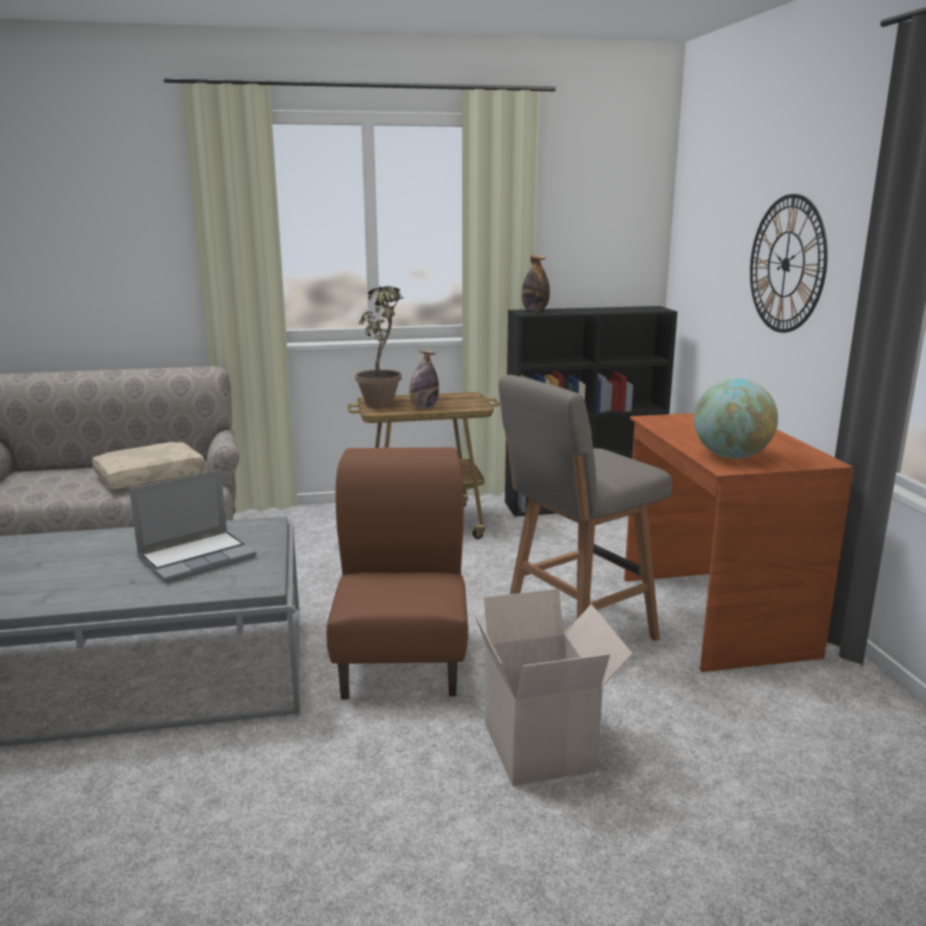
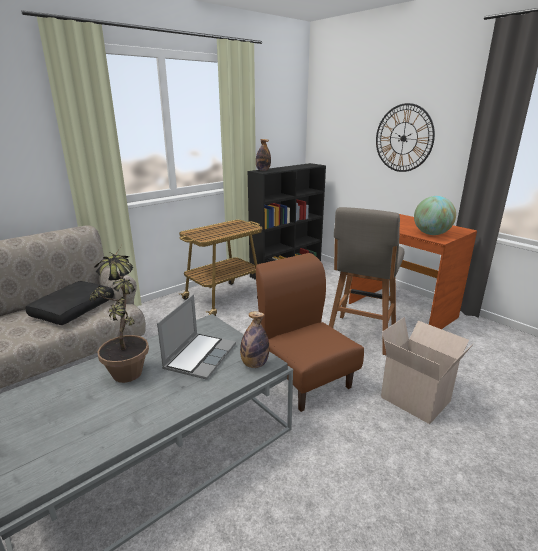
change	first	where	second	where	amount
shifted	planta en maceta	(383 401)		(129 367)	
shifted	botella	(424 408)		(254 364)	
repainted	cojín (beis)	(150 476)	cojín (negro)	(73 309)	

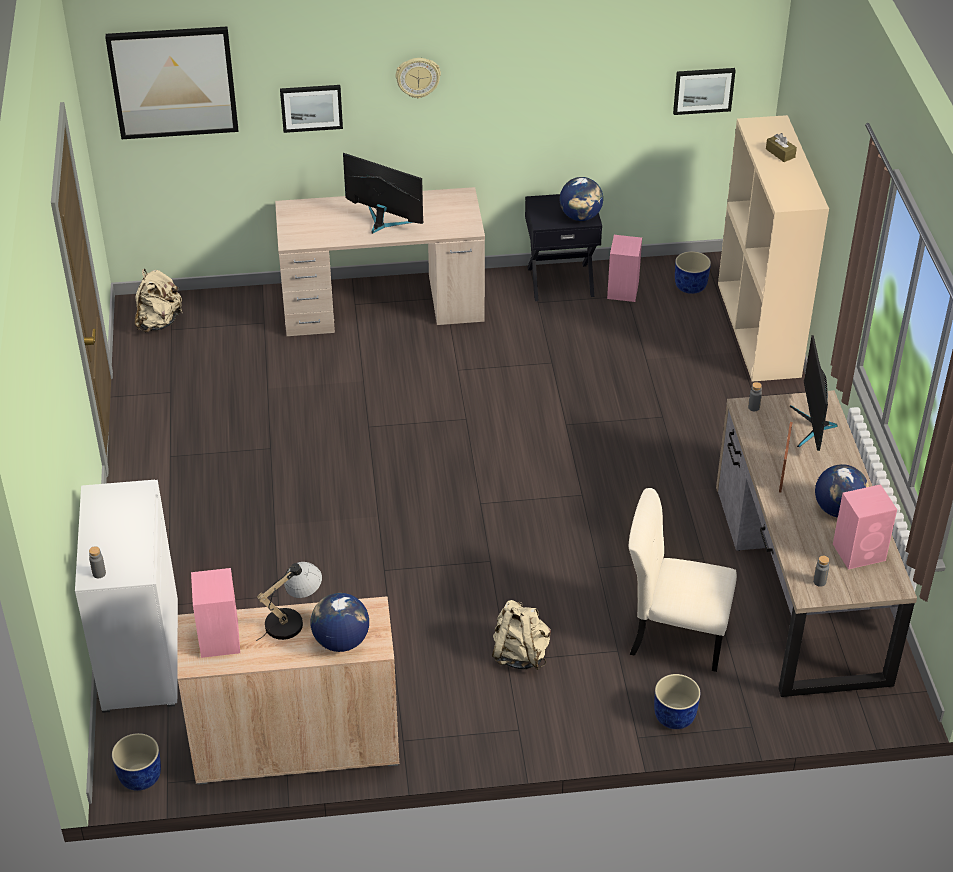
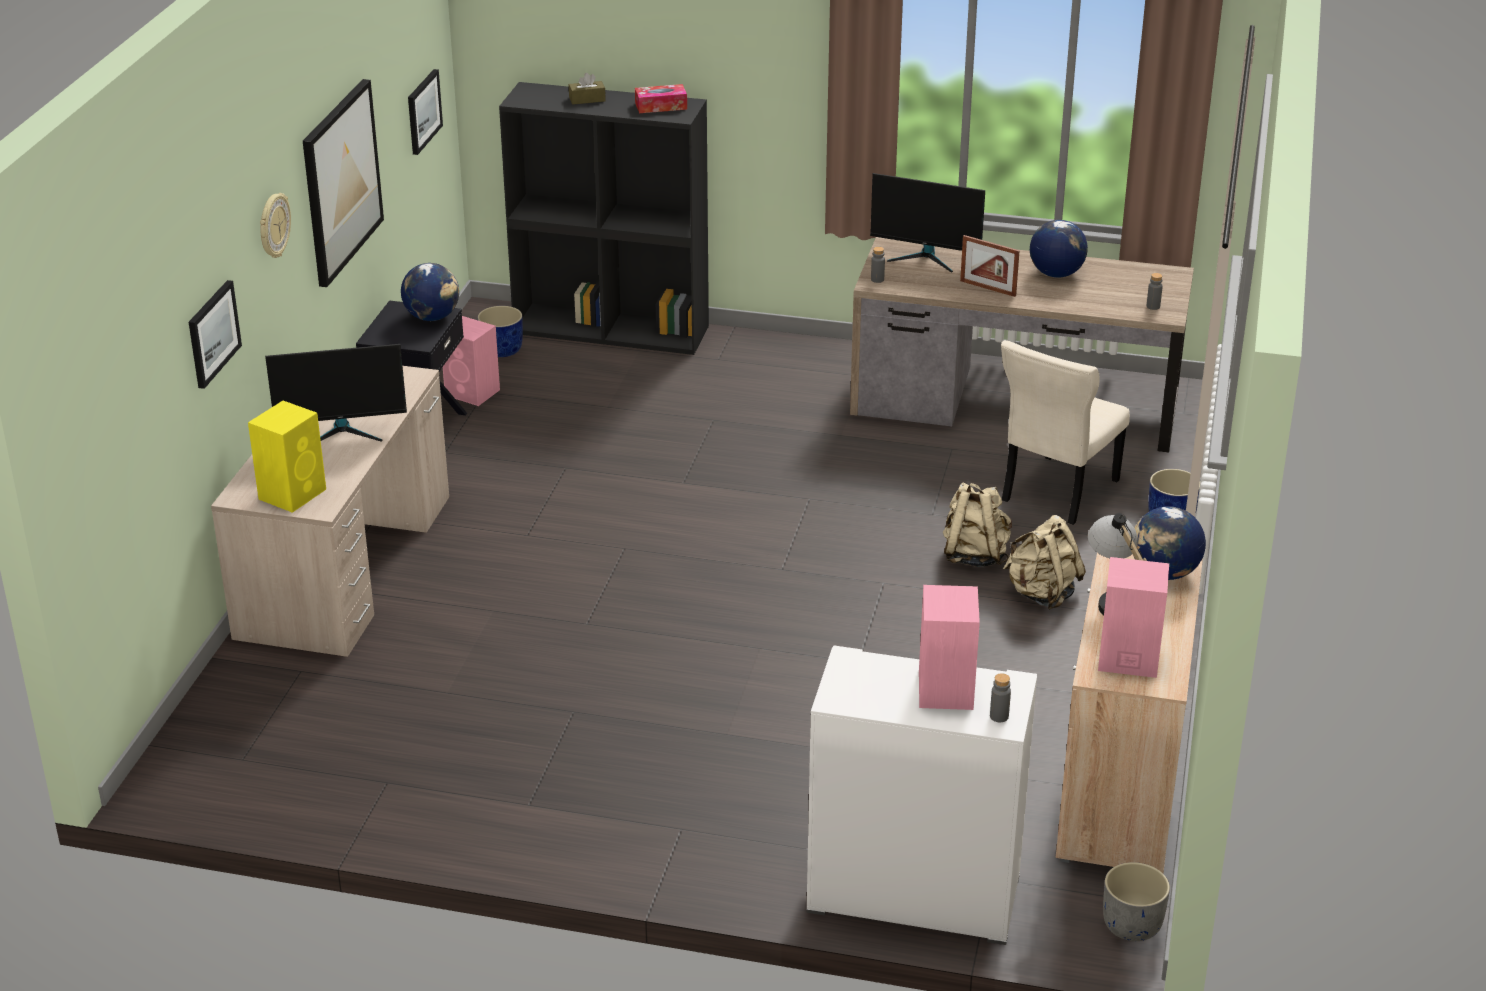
change	first	where	second	where	amount
shifted	cuadro	(173 82)		(341 181)	
repainted	estantería (beis)	(759 330)	estantería (negro)	(613 329)	
rotated	monitor	(383 222)		(342 432)	150 degrees counterclockwise
shifted	mochila (beis)	(159 322)		(974 556)	
shifted	altavoz (rosa)	(860 552)		(945 689)	
repainted	maceta (azul)	(139 776)	maceta (gris)	(1131 926)	
new			caja de pañuelos	(661 106)	
new			altavoz (amarillo)	(293 493)	

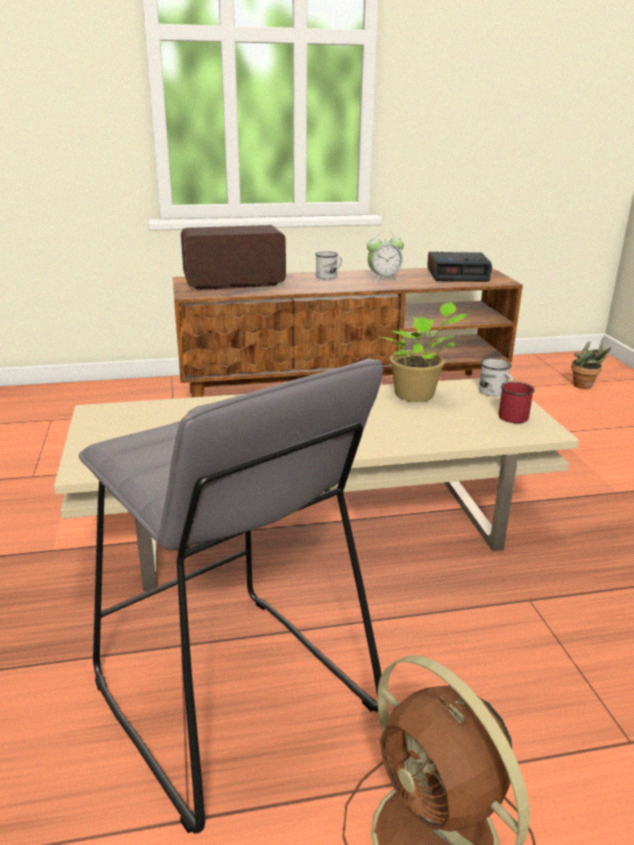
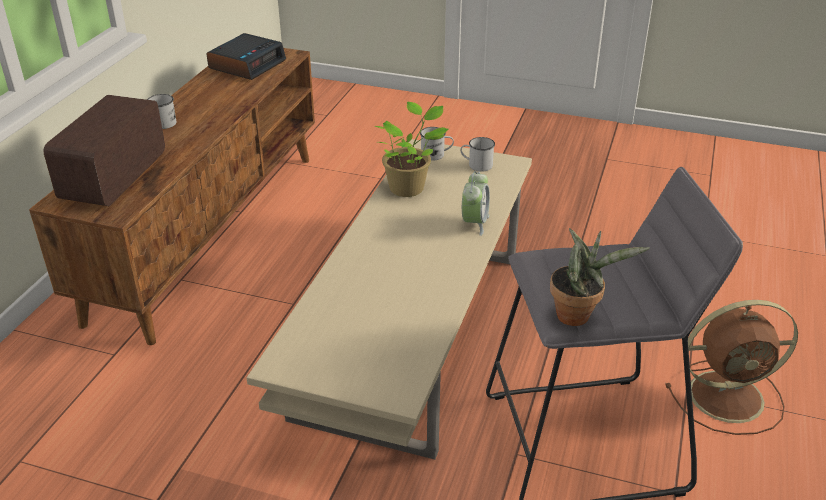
change	first	where	second	where	amount
shifted	despertador	(383 279)		(474 223)	
shifted	planta en maceta	(585 386)		(578 315)	
repainted	taza grande (rojo)	(510 415)	taza grande (blanco)	(476 165)	

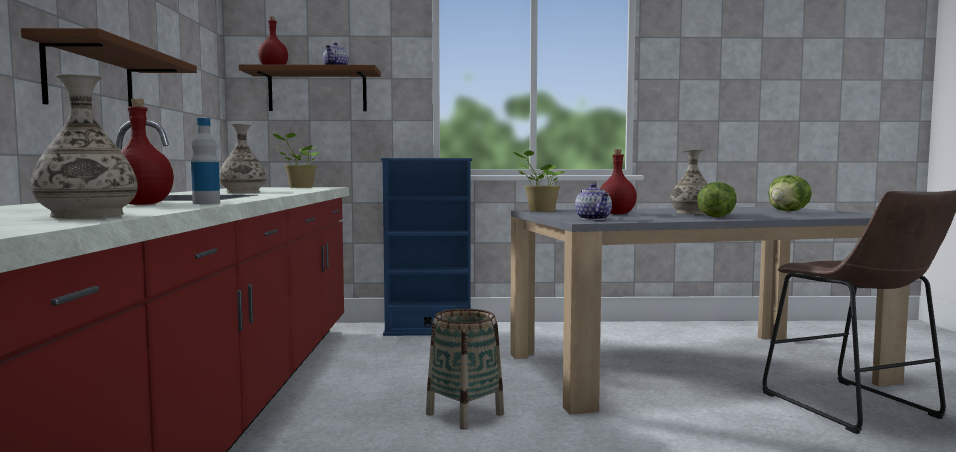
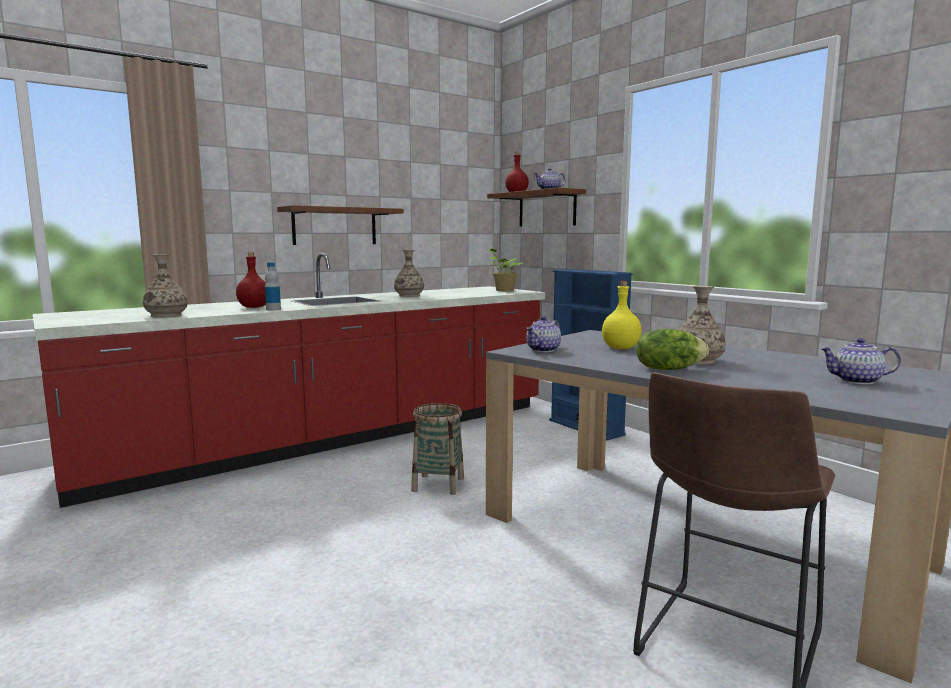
change	first	where	second	where	amount
repainted	botella (rojo)	(616 214)	botella (amarillo)	(621 348)	
gone	planta en maceta	(539 211)			
swapped	lechuga	(788 211)	tetera	(856 381)	

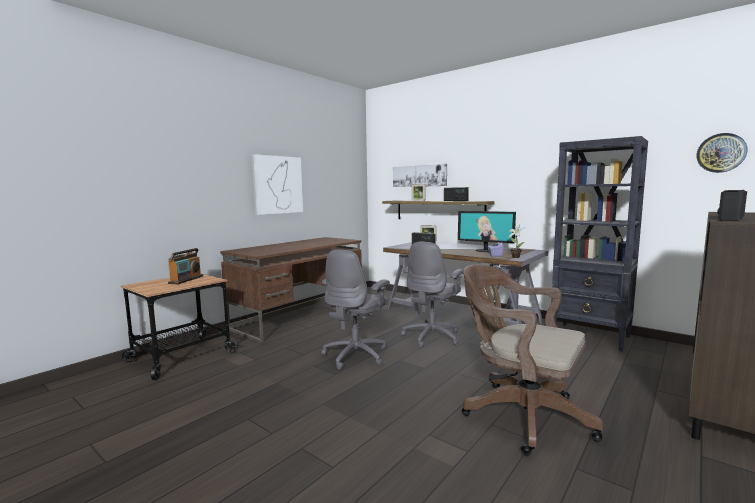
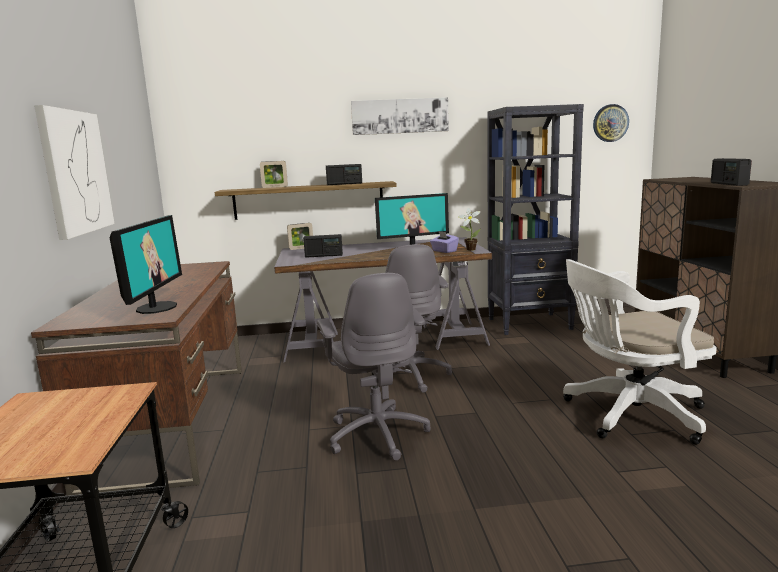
change	first	where	second	where	amount
shifted	cuadro	(419 176)		(400 116)	
gone	radio	(186 280)			
repainted	silla de oficina (marrón)	(520 414)	silla de oficina (blanco)	(628 414)	
new			monitor	(155 307)	

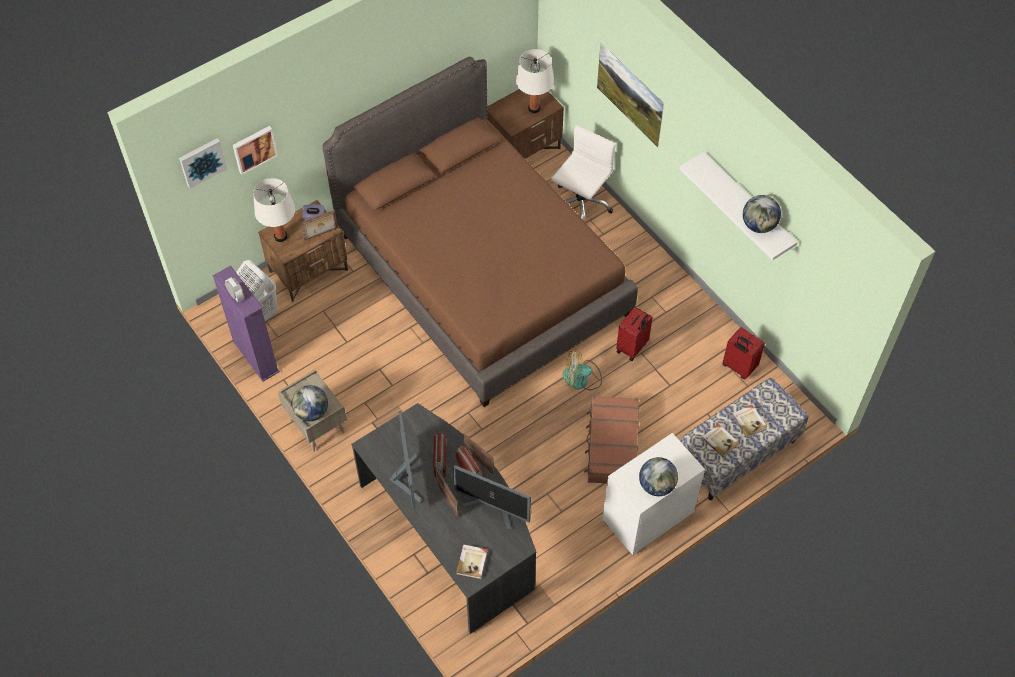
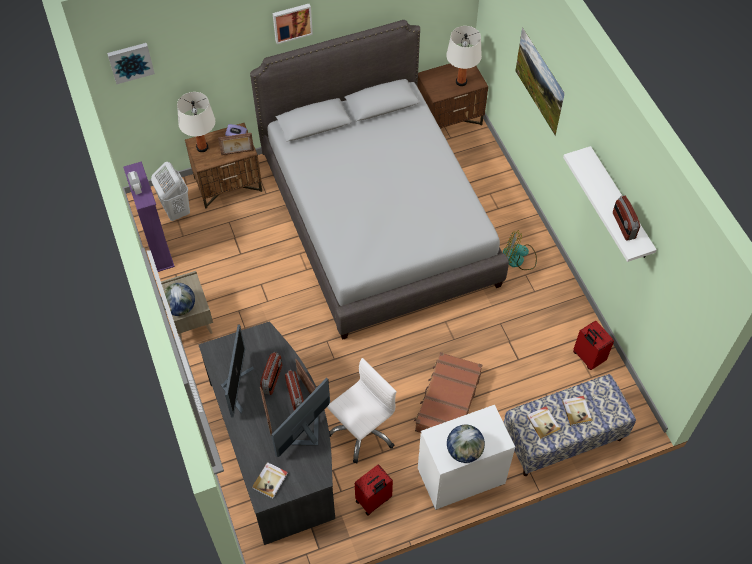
change	first	where	second	where	amount
repainted	cama (marrón)	(483 273)	cama (gris)	(379 220)	
shifted	silla de oficina (blanco)	(580 205)		(362 430)	
shifted	cuadro	(254 148)		(292 22)	
swapped	globo terráqueo	(759 225)	radio	(623 225)	
shifted	maleta (rojo)	(632 348)		(373 500)	
shifted	ventilador	(581 379)		(518 259)	
rotated	monitor	(493 508)		(306 435)	90 degrees clockwise

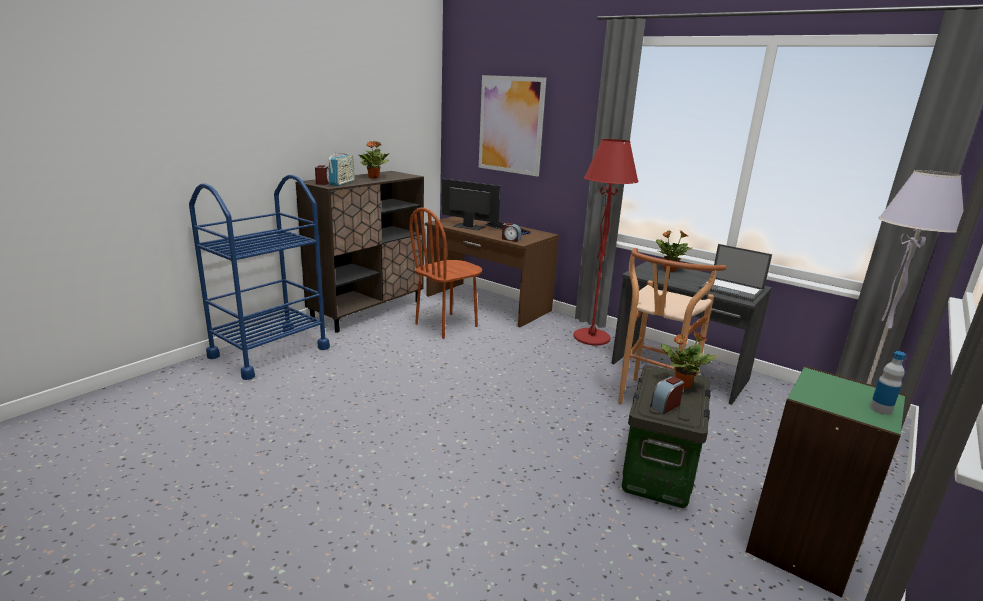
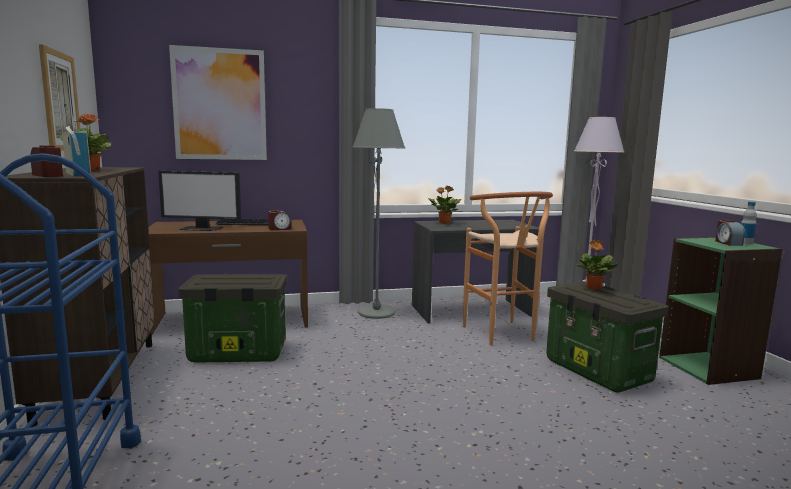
change	first	where	second	where	amount
repainted	lámpara de pie (rojo)	(591 338)	lámpara de pie (gris)	(376 313)	
rotated	monitor	(468 226)		(202 228)	150 degrees counterclockwise
swapped	silla (marrón)	(446 325)	caja de almacenaje	(236 353)	
gone	portátil	(731 290)			
shifted	despertador	(665 405)		(727 243)	
new			cuadro	(60 101)	

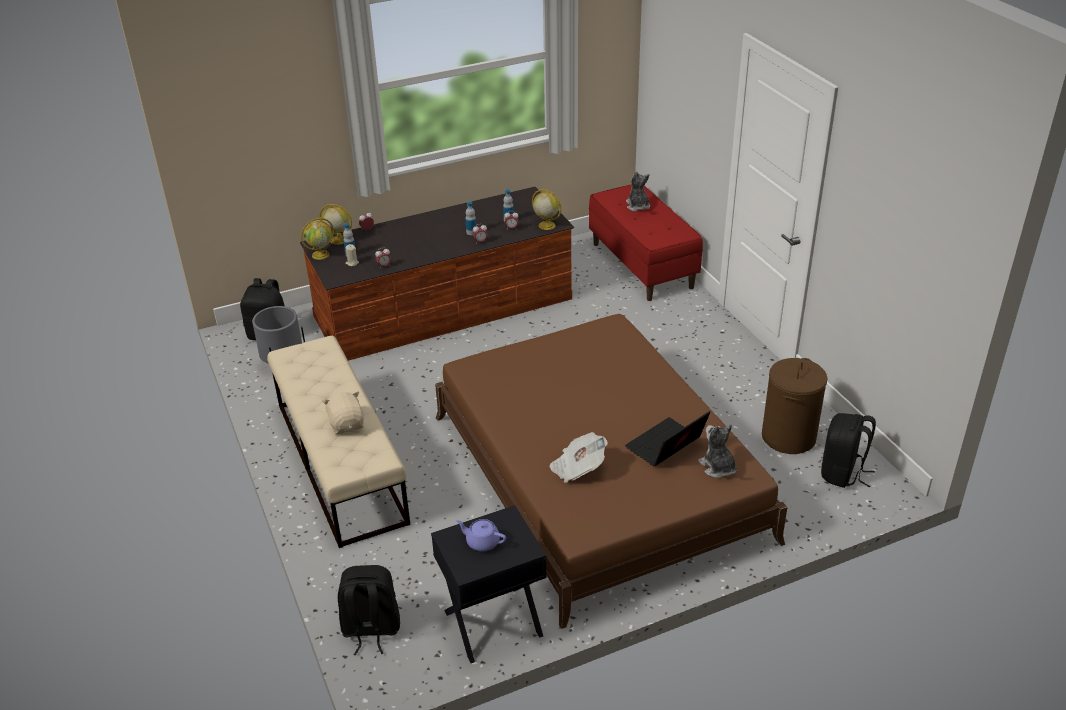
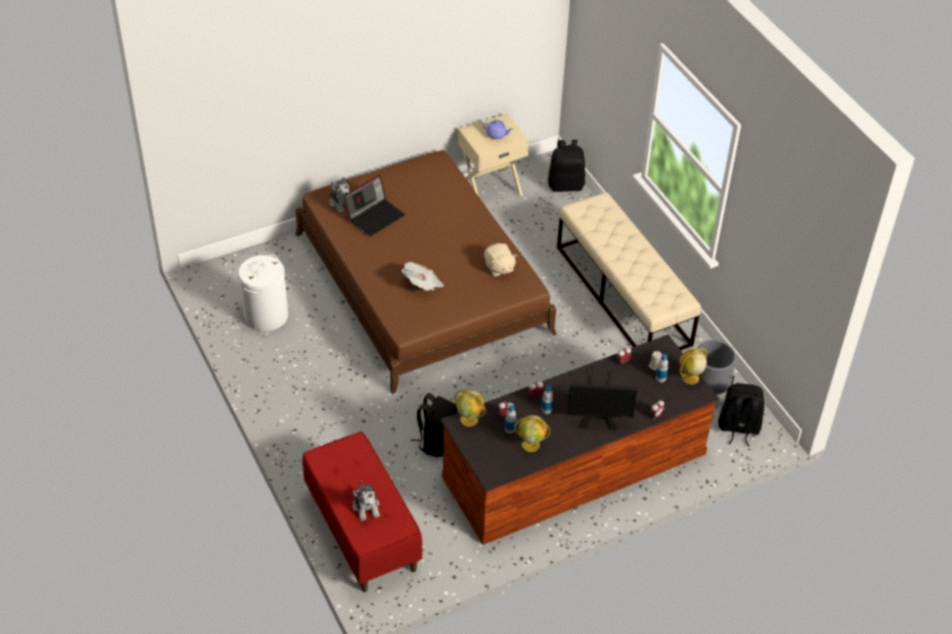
change	first	where	second	where	amount
shifted	globo terráqueo	(338 240)		(531 444)	
repainted	cesto de la ropa (marrón)	(788 437)	cesto de la ropa (blanco)	(266 315)	
shifted	peluche (beis)	(347 424)		(499 268)	
shifted	mochila (negro)	(842 473)		(436 441)	
shifted	periódico	(578 468)		(423 284)	
repainted	mesita de noche (negro)	(493 624)	mesita de noche (beis)	(490 188)	
new			monitor	(599 411)	

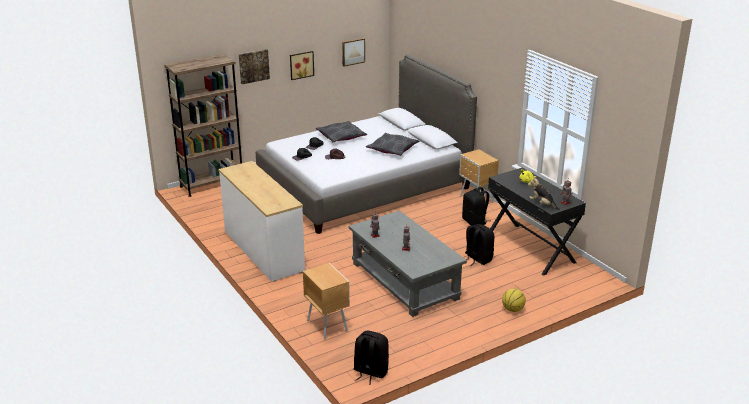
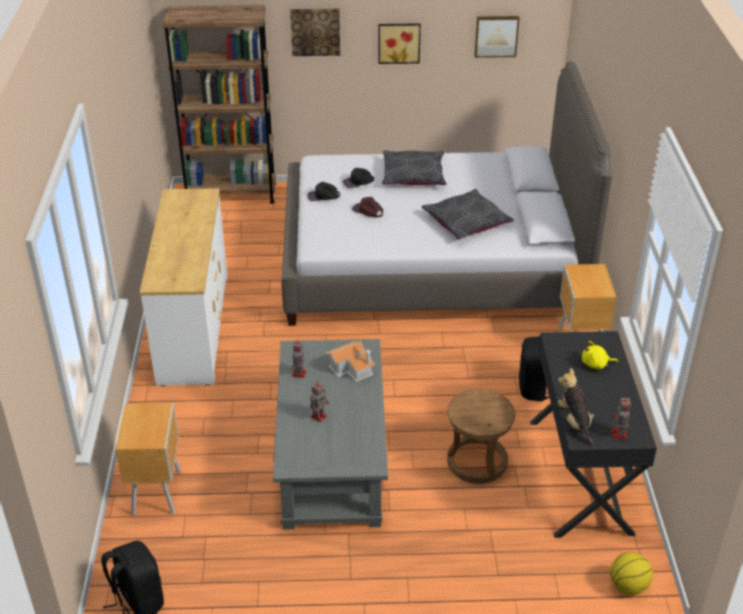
change	first	where	second	where	amount
swapped	mochila (negro)	(477 259)	taburete (marrón)	(476 461)	
shifted	balón de baloncesto	(512 309)		(627 586)	
new			casita	(352 368)	

